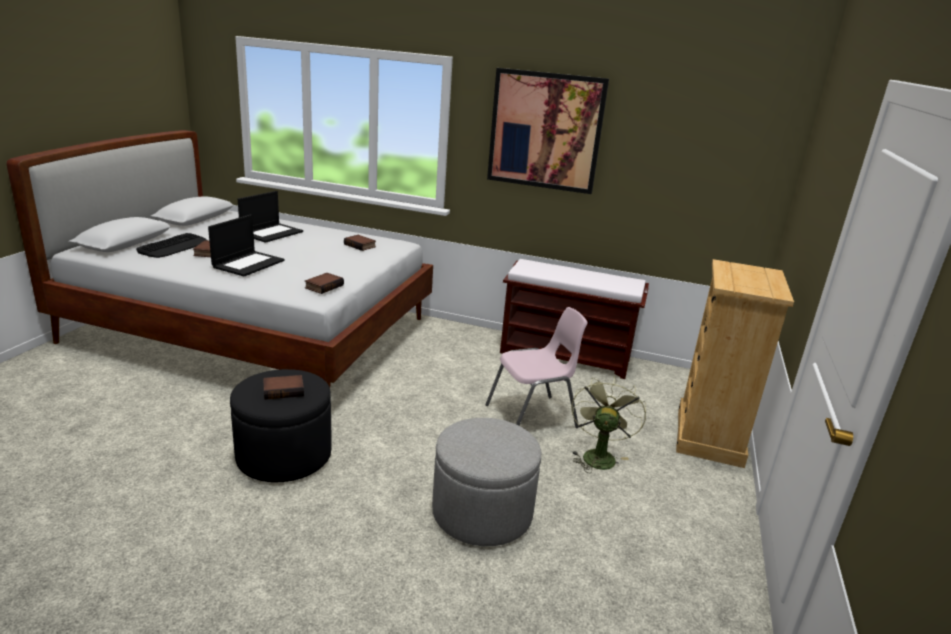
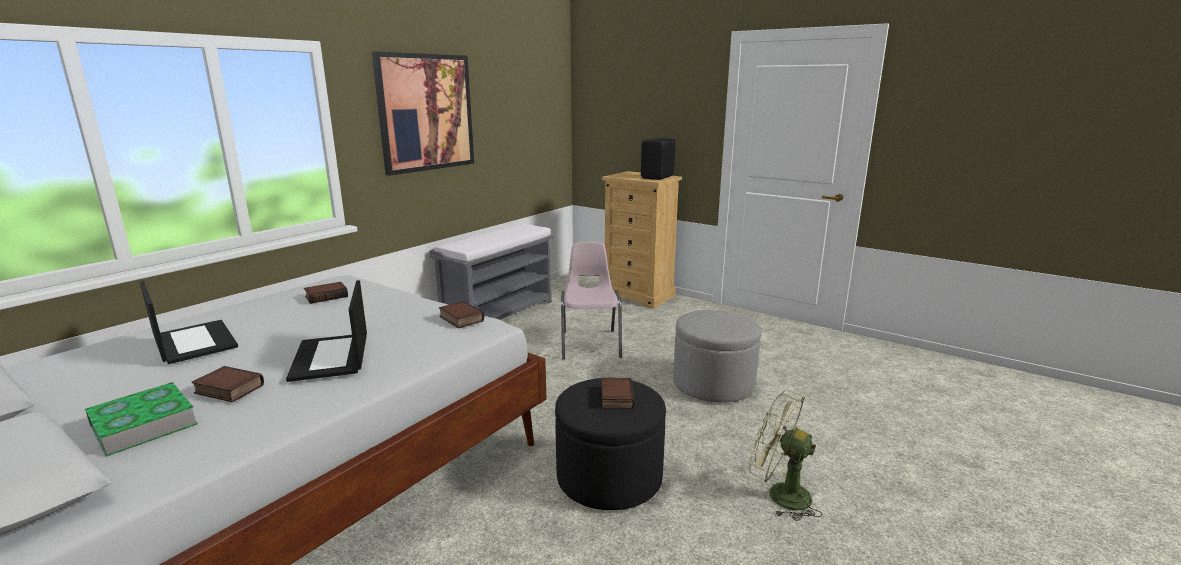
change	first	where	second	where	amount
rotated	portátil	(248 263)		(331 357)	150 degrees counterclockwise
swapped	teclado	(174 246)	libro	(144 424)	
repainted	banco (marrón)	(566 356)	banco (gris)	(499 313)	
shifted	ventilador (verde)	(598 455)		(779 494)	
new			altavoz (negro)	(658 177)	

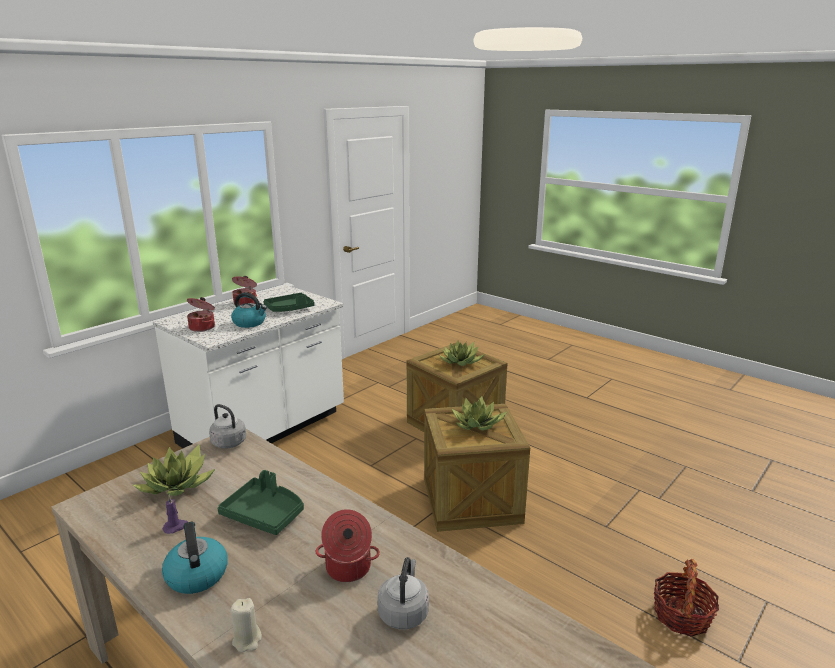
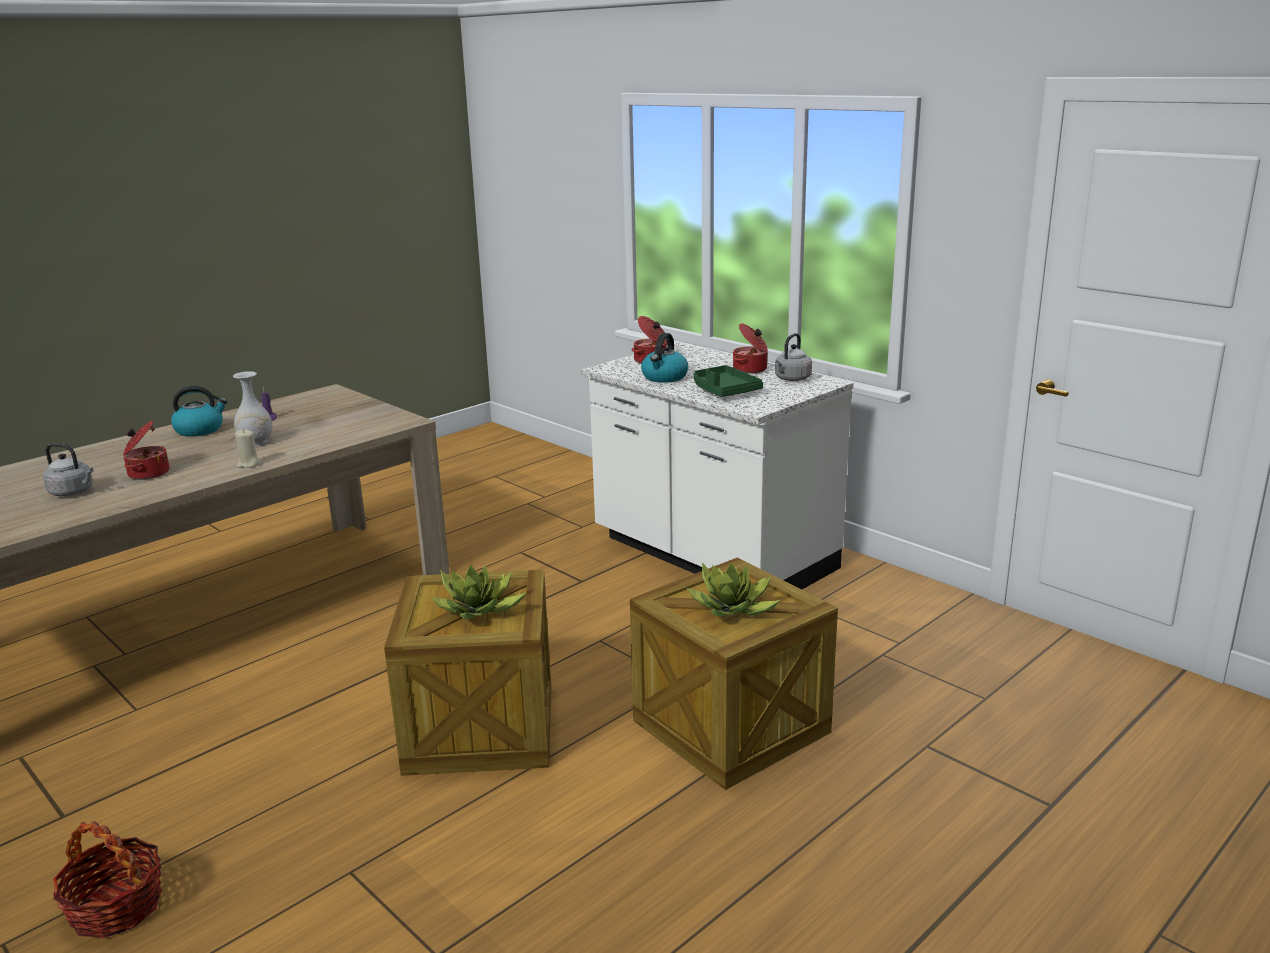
change	first	where	second	where	amount
shifted	hervidor (gris)	(230 443)		(791 379)	
gone	planta en maceta	(178 485)			
swapped	bandeja (verde)	(264 514)	florero (blanco)	(256 443)	
shifted	vela (beis)	(247 640)		(249 464)	

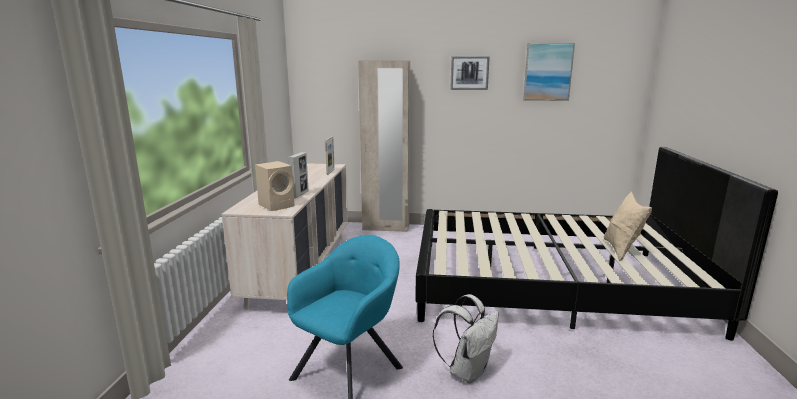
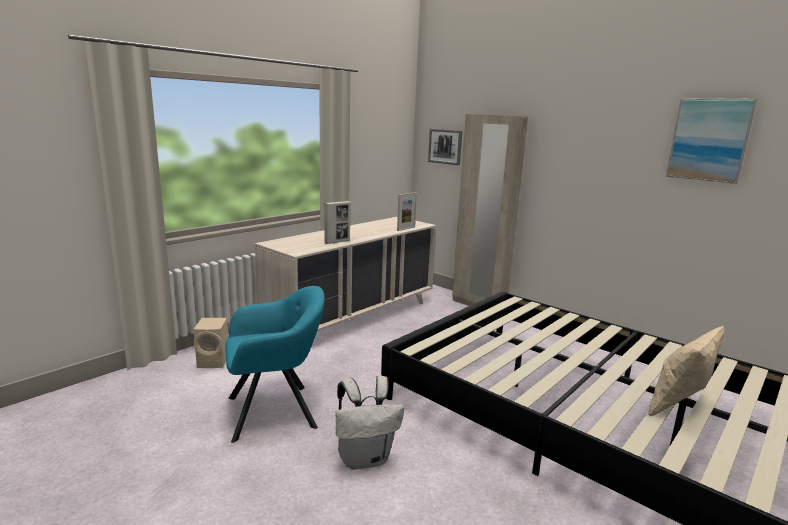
change	first	where	second	where	amount
shifted	cuadro	(469 73)		(445 146)	
shifted	altavoz (beis)	(277 205)		(214 361)	

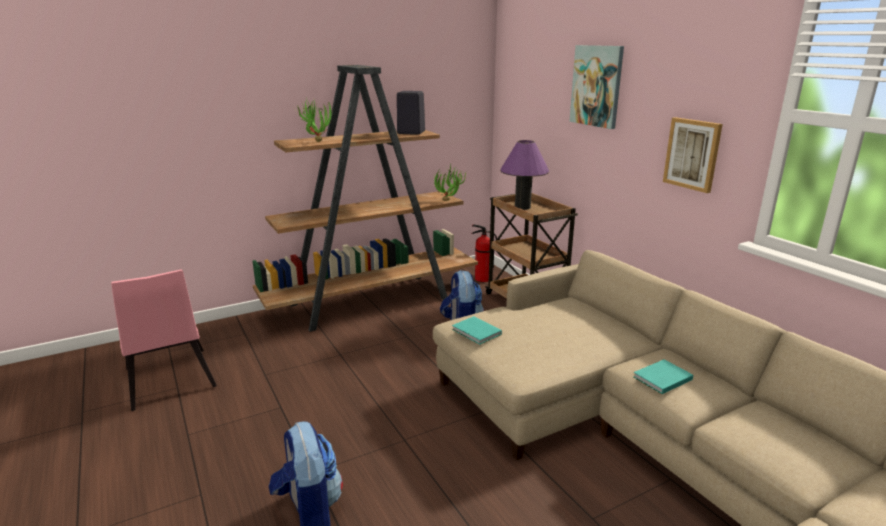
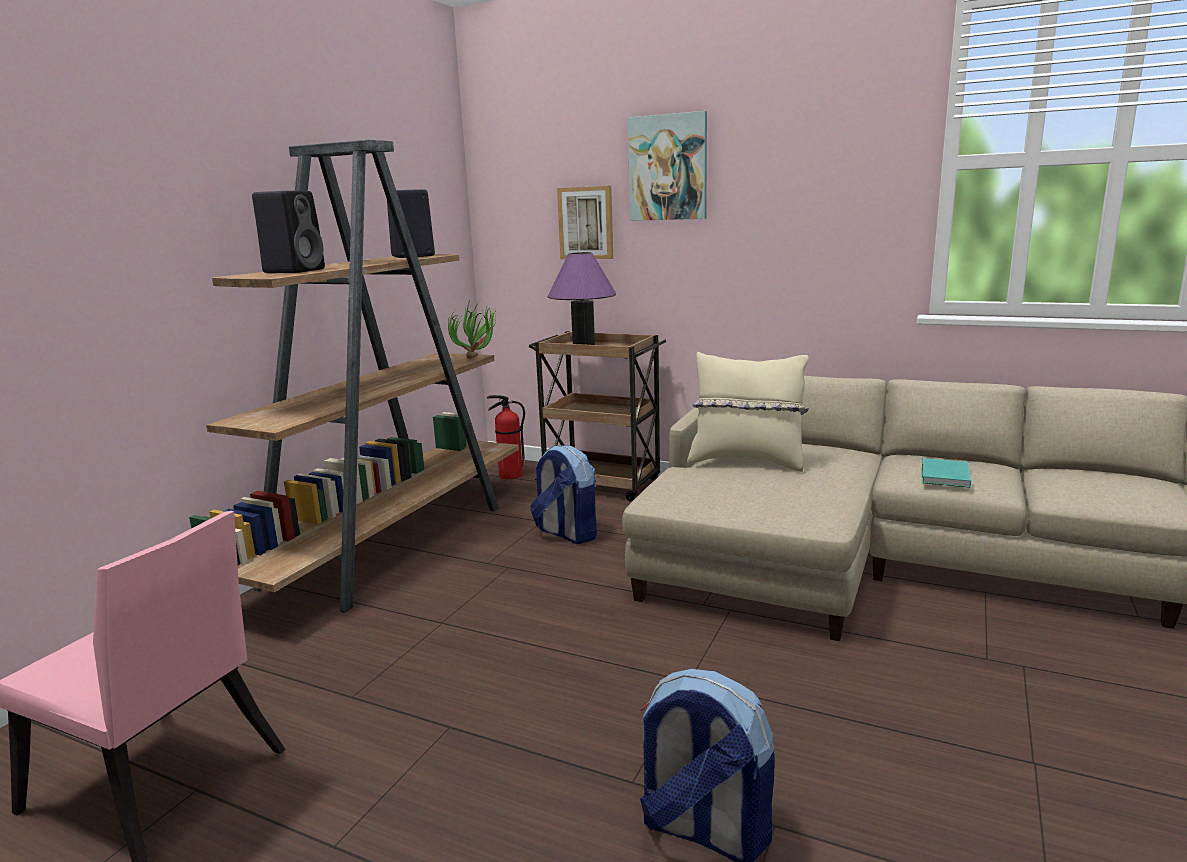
change	first	where	second	where	amount
swapped	planta en maceta	(317 140)	altavoz (negro)	(295 271)	
shifted	cuadro	(692 154)		(586 223)	
gone	libro (turquesa)	(476 332)			
new			cojín (beis)	(747 461)	

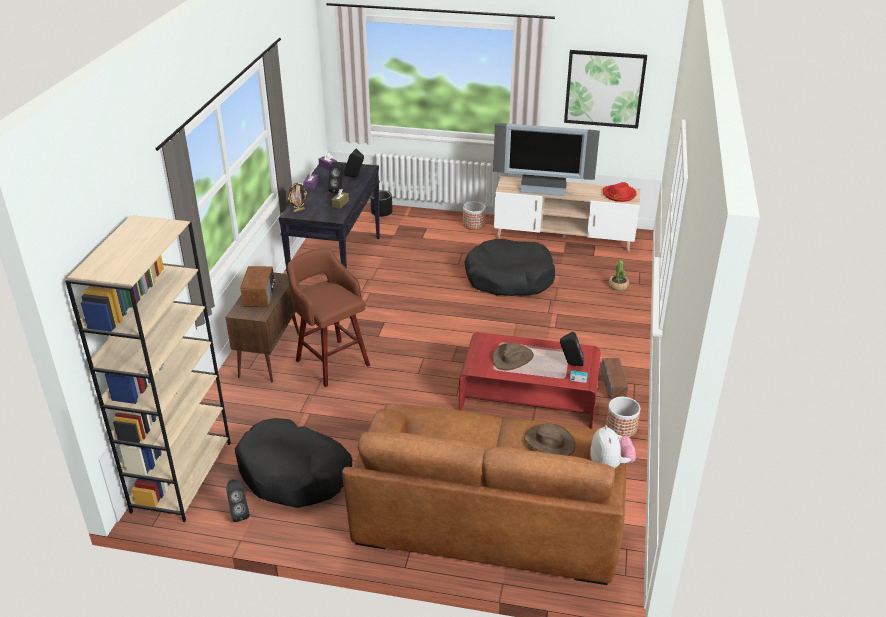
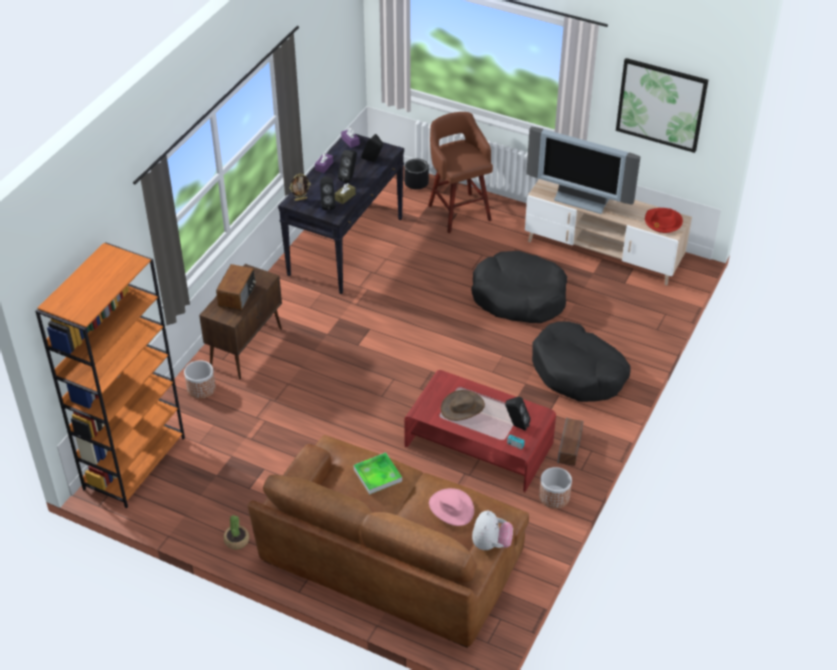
change	first	where	second	where	amount
shifted	maceta	(473 224)		(201 388)	
repainted	estantería (beis)	(182 476)	estantería (naranja)	(134 462)	
shifted	taburete (marrón)	(331 361)		(458 211)	
shifted	planta en maceta	(618 286)		(237 540)	
shifted	cama para perro (negro)	(294 474)		(578 372)	
repainted	sombrero (marrón)	(549 442)	sombrero (rosa)	(451 508)	
shifted	altavoz (negro)	(238 513)		(327 205)	
new			bandeja	(377 475)	

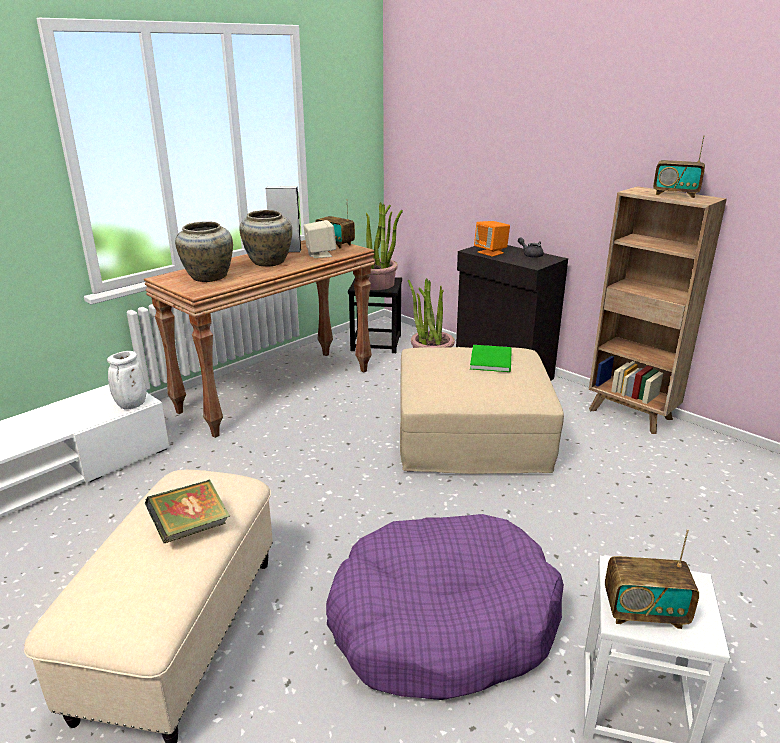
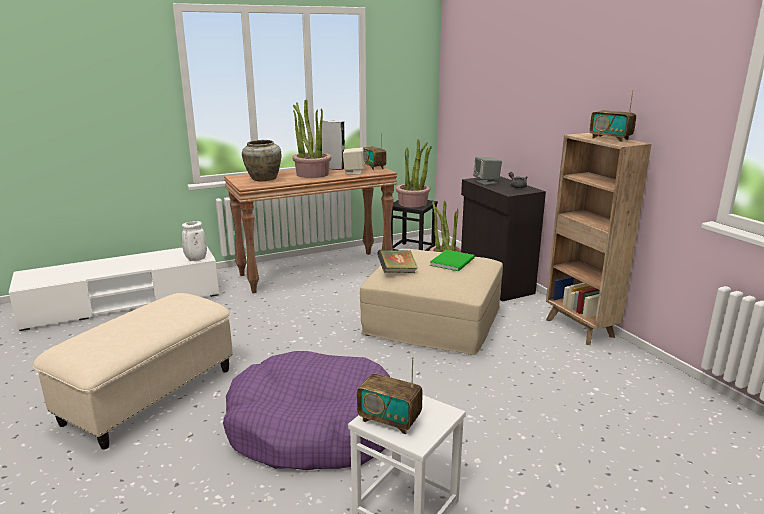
change	first	where	second	where	amount
swapped	florero (beis)	(268 263)	planta en maceta	(312 174)	
repainted	altavoz (naranja)	(491 252)	altavoz (gris)	(486 182)	
shifted	libro	(191 528)		(397 272)	

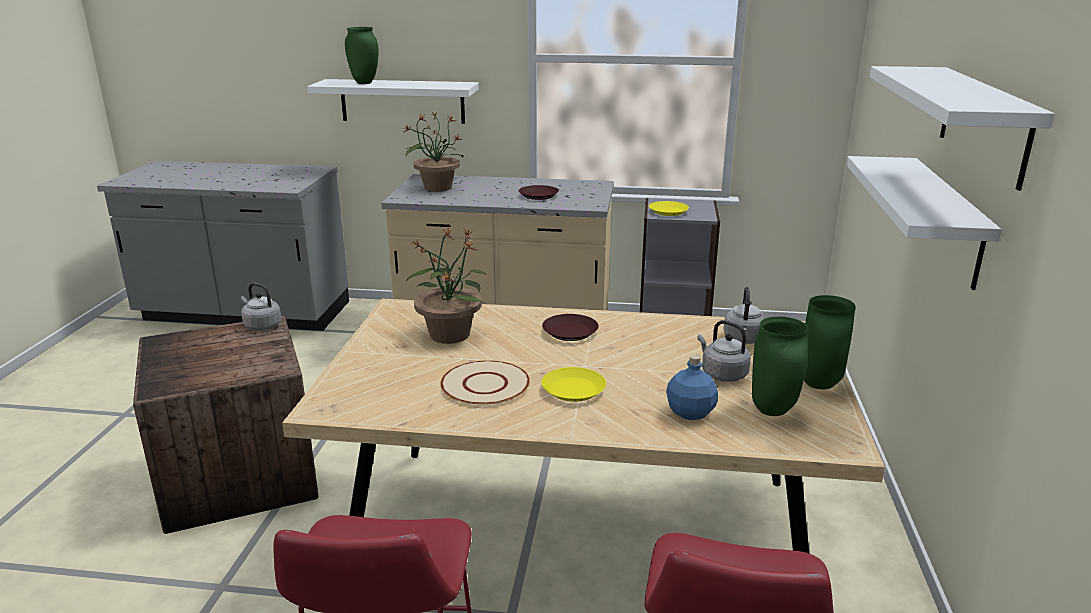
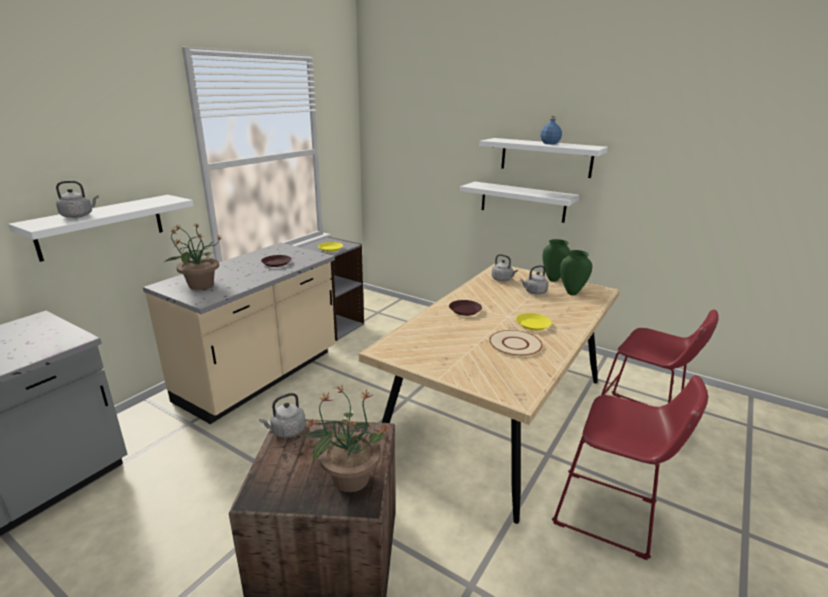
change	first	where	second	where	amount
swapped	florero (verde)	(365 83)	hervidor (gris)	(79 216)	
shifted	planta en maceta	(449 334)		(349 478)	
shifted	botella (azul)	(689 412)		(549 143)	

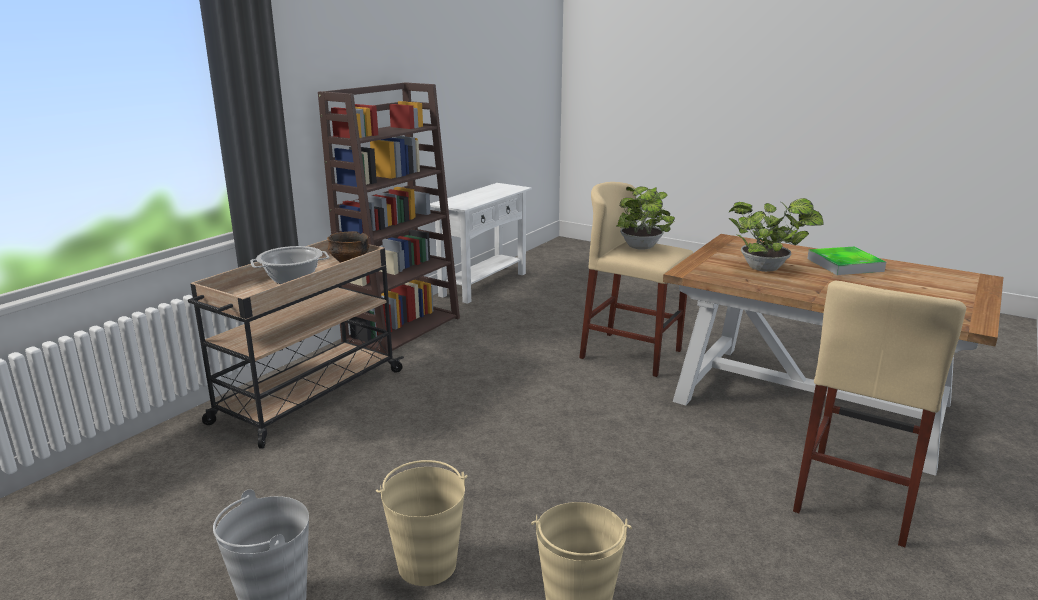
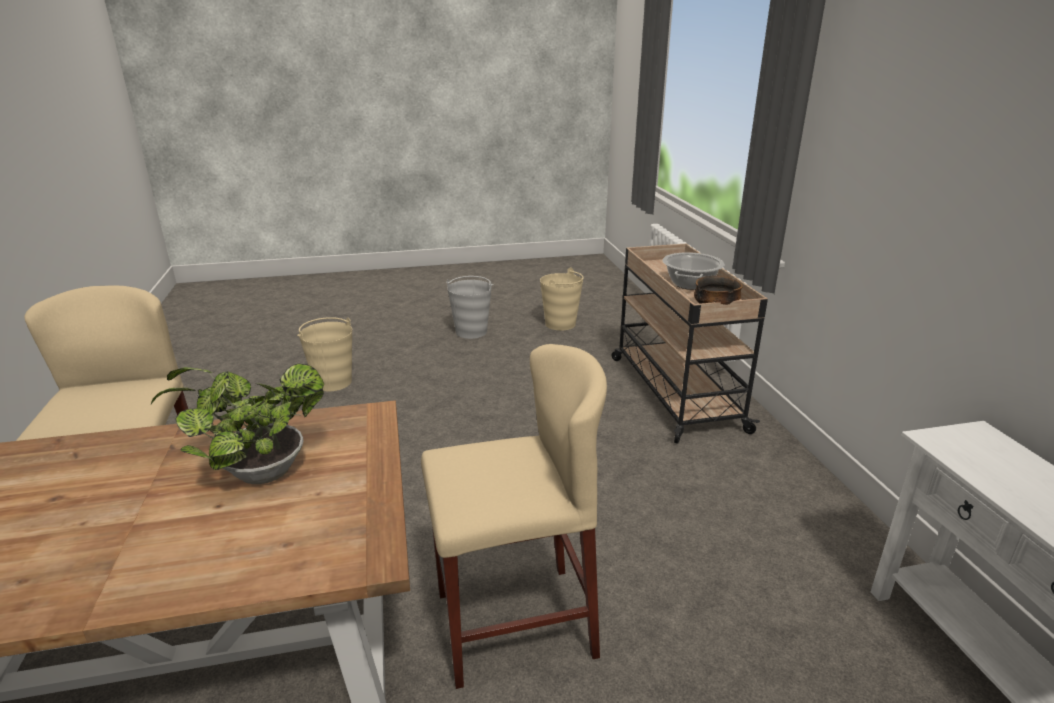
change	first	where	second	where	amount
gone	estantería (marrón)	(402 329)			
gone	planta en maceta	(642 248)			
gone	bandeja	(844 265)			
shifted	cubo (beis)	(427 564)		(560 324)	

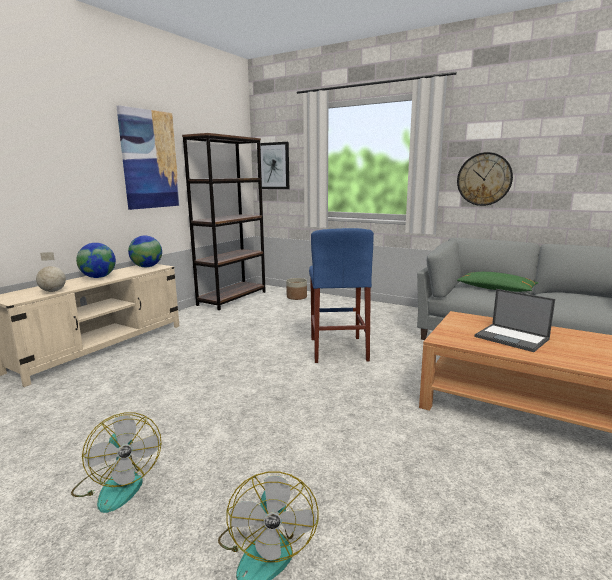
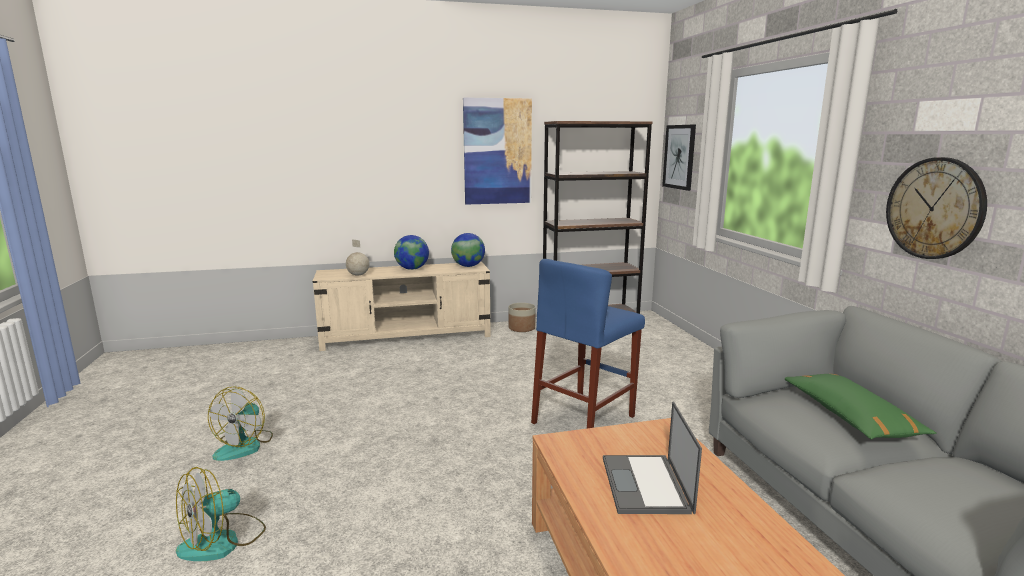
change	first	where	second	where	amount
shifted	maceta	(296 297)		(522 328)	

